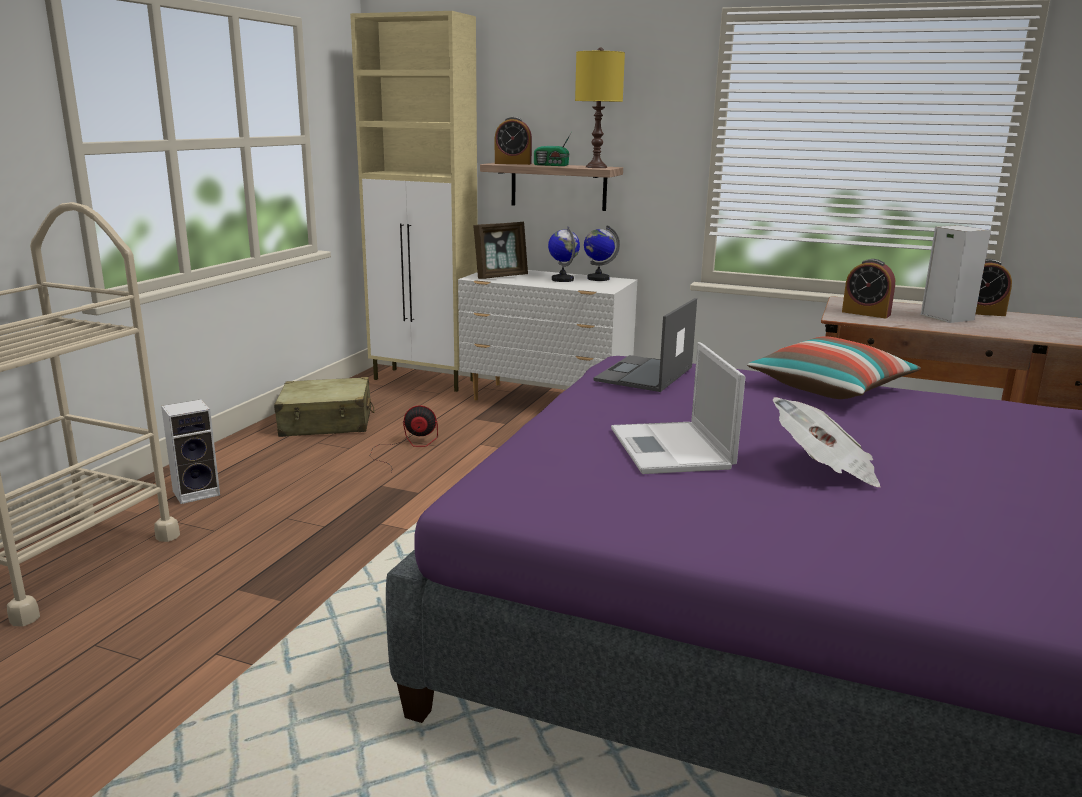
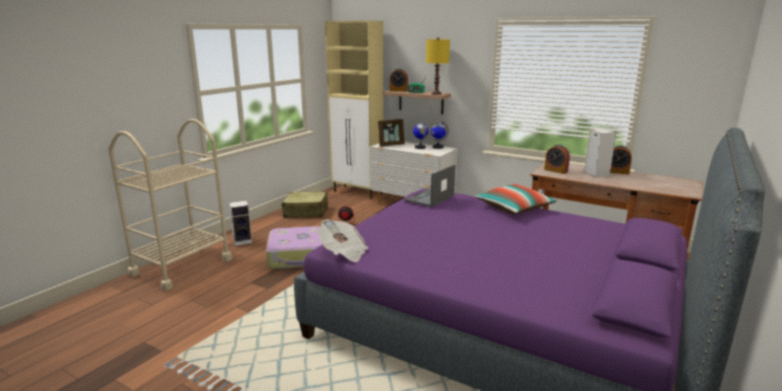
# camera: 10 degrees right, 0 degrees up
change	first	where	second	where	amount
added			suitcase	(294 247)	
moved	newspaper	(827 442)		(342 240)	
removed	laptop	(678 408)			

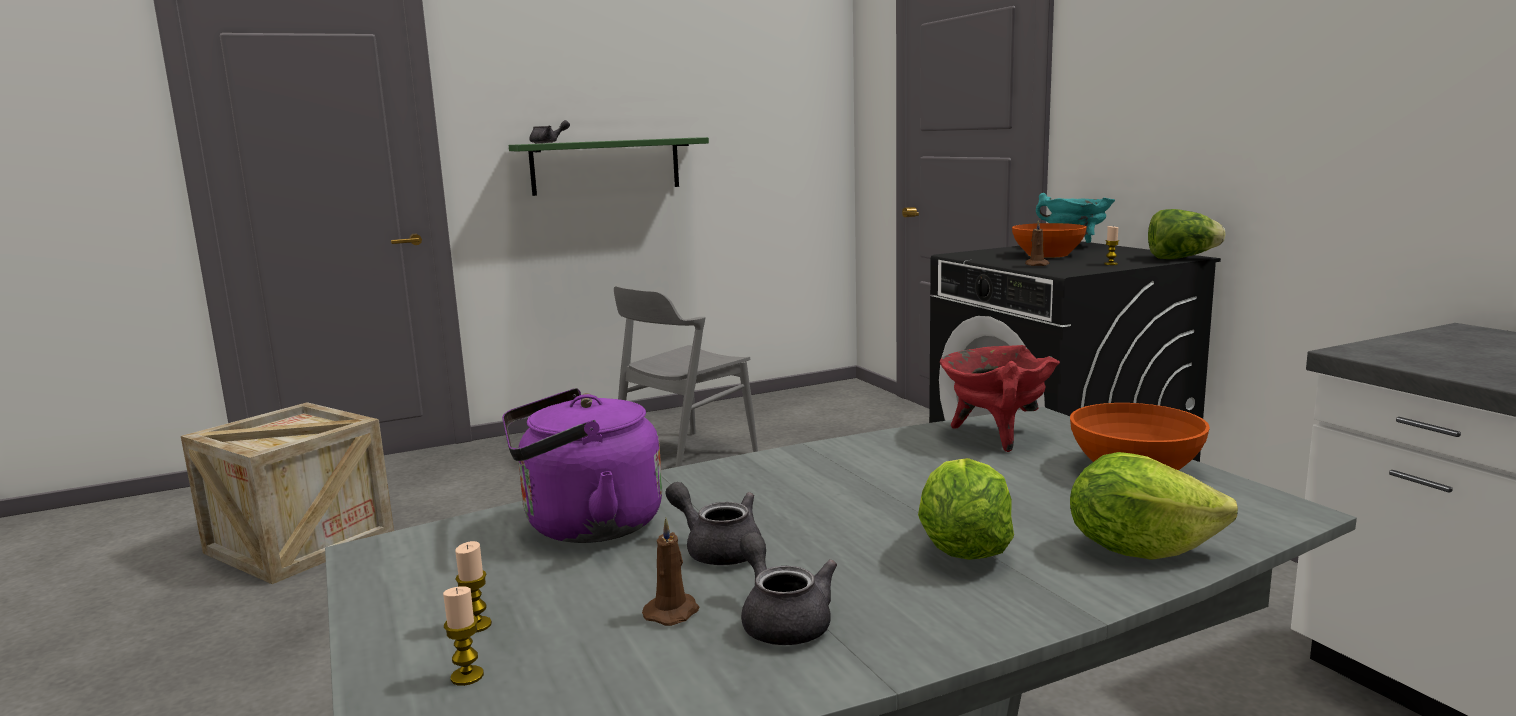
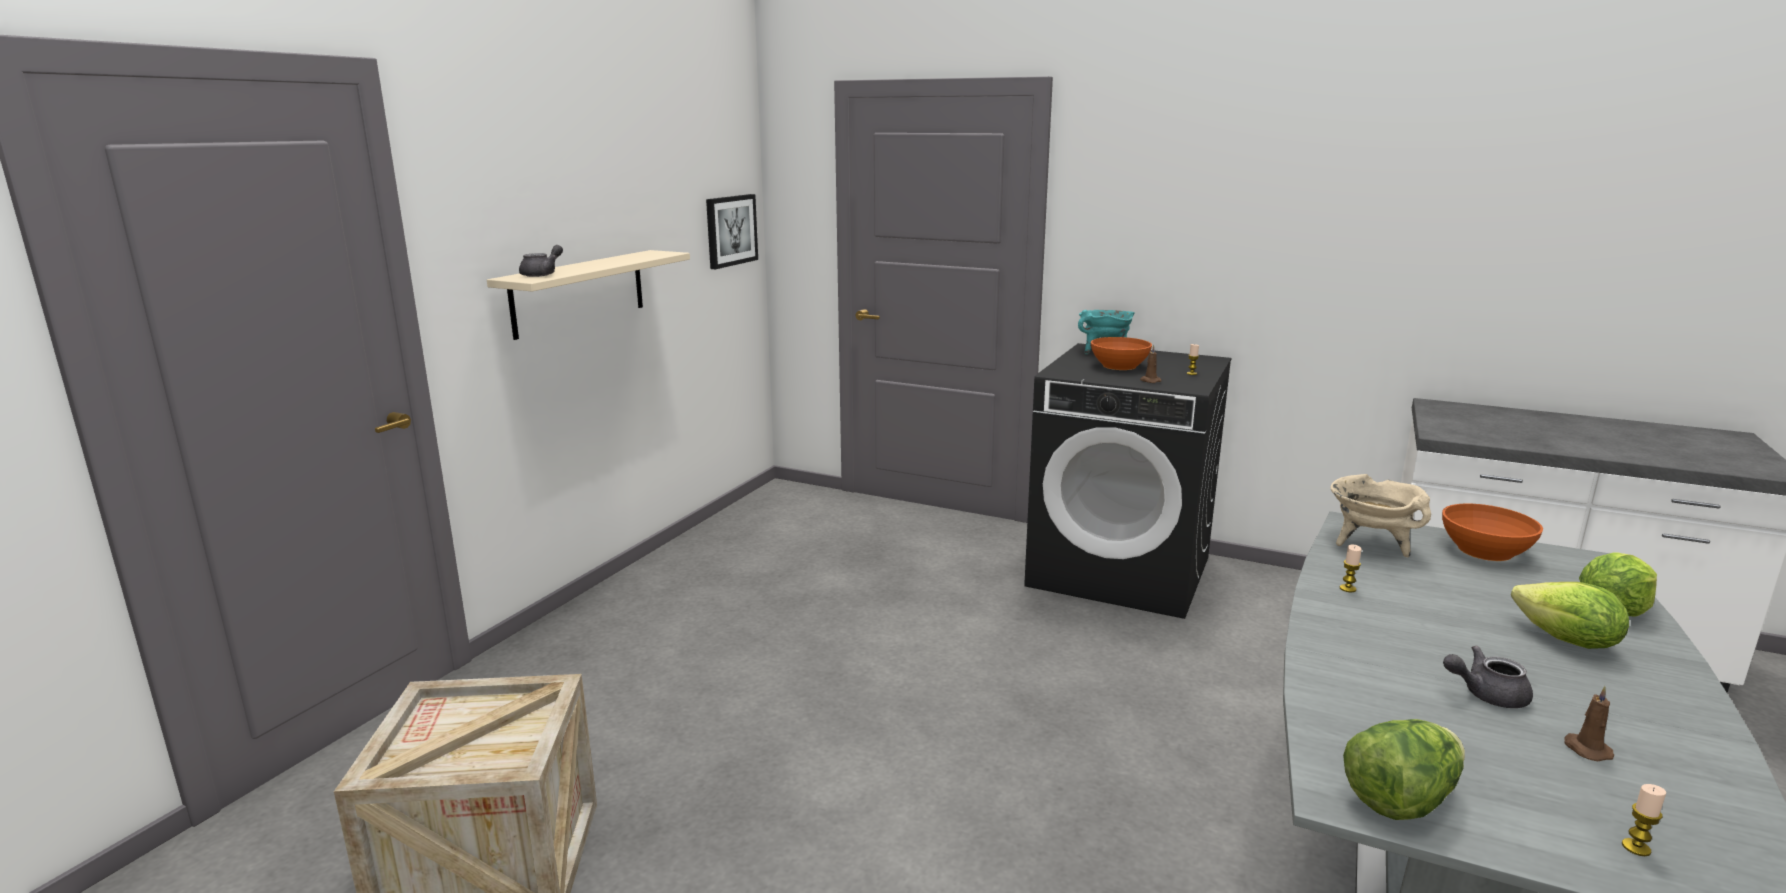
# camera: 40 degrees left, 5 degrees up
change	first	where	second	where	amount
recoloured	shelf (green)	(609 166)	shelf (beige)	(588 295)	
added			picture	(732 231)	
recoloured	cooking pot (red)	(1000 398)	cooking pot (beige)	(1380 515)	
moved	candle	(473 587)		(1351 568)	
moved	lettuce	(1186 234)		(1404 769)	
removed	kettle (purple)	(582 465)			
removed	chair (grey)	(686 376)			
removed	teapot (grey)	(788 588)			

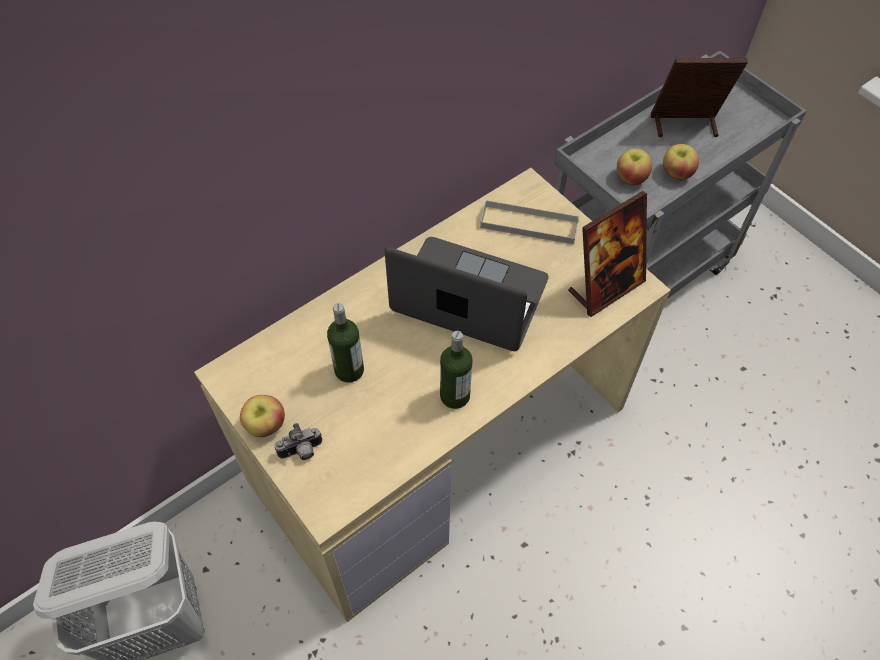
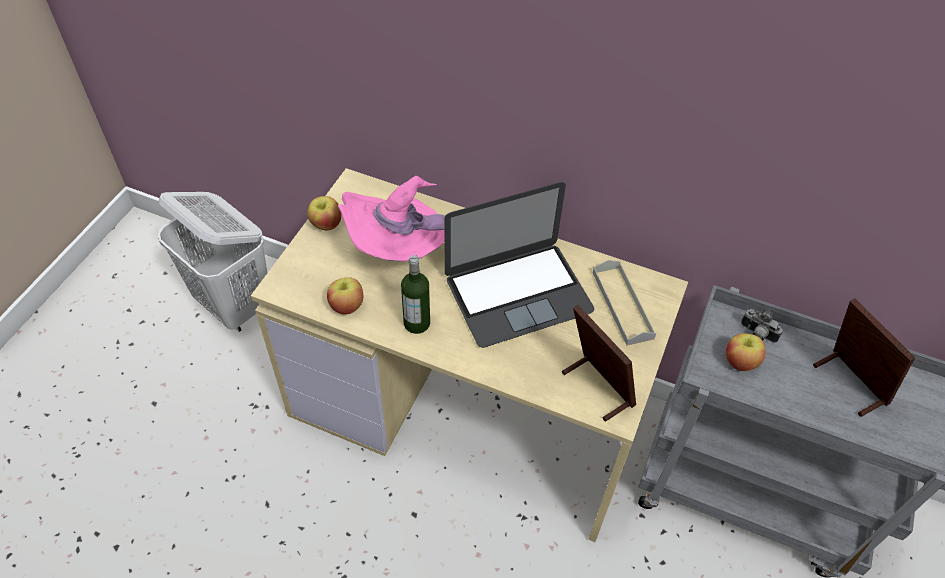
# camera: 60 degrees right, 5 degrees down
change	first	where	second	where	amount
moved	apple	(681 162)		(345 295)	
replaced	bottle	(345 343)	hat (pink)	(391 219)	
turned	laptop	(467 294)		(519 265)	75 degrees clockwise
turned	picture frame	(607 254)		(599 363)	150 degrees counterclockwise
moved	photo camera	(298 441)		(762 326)	

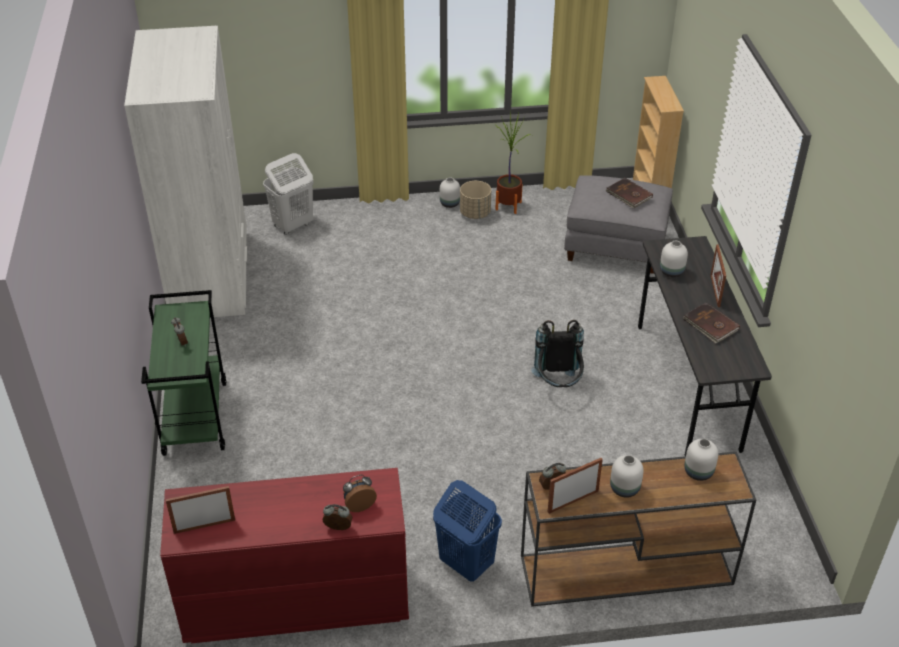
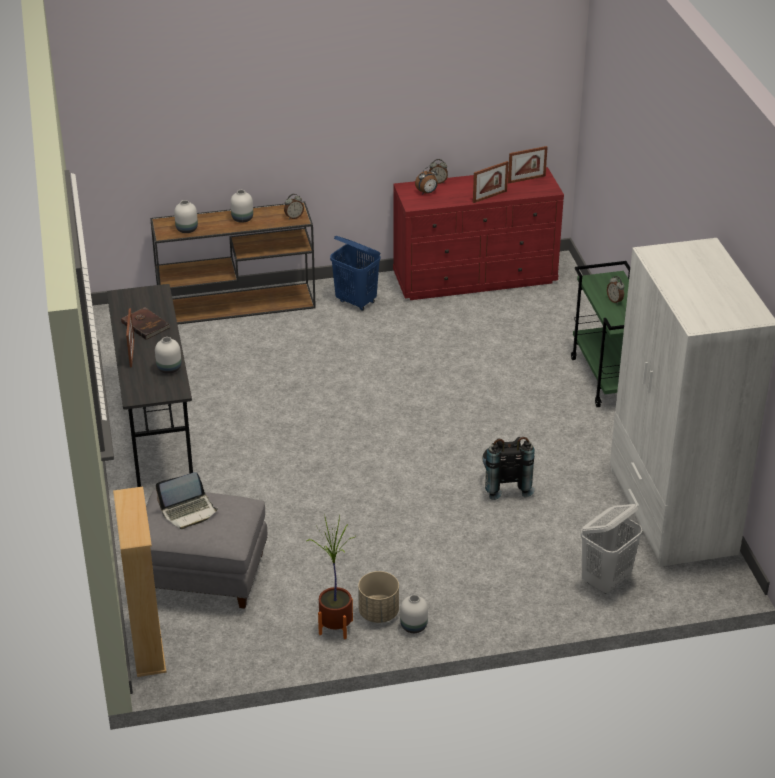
# camera: 175 degrees right, 5 degrees down
change	first	where	second	where	amount
replaced	book (brown)	(629 193)	laptop	(187 500)	
moved	picture frame	(575 486)		(490 182)	
moved	backpack (black)	(557 353)		(509 468)	

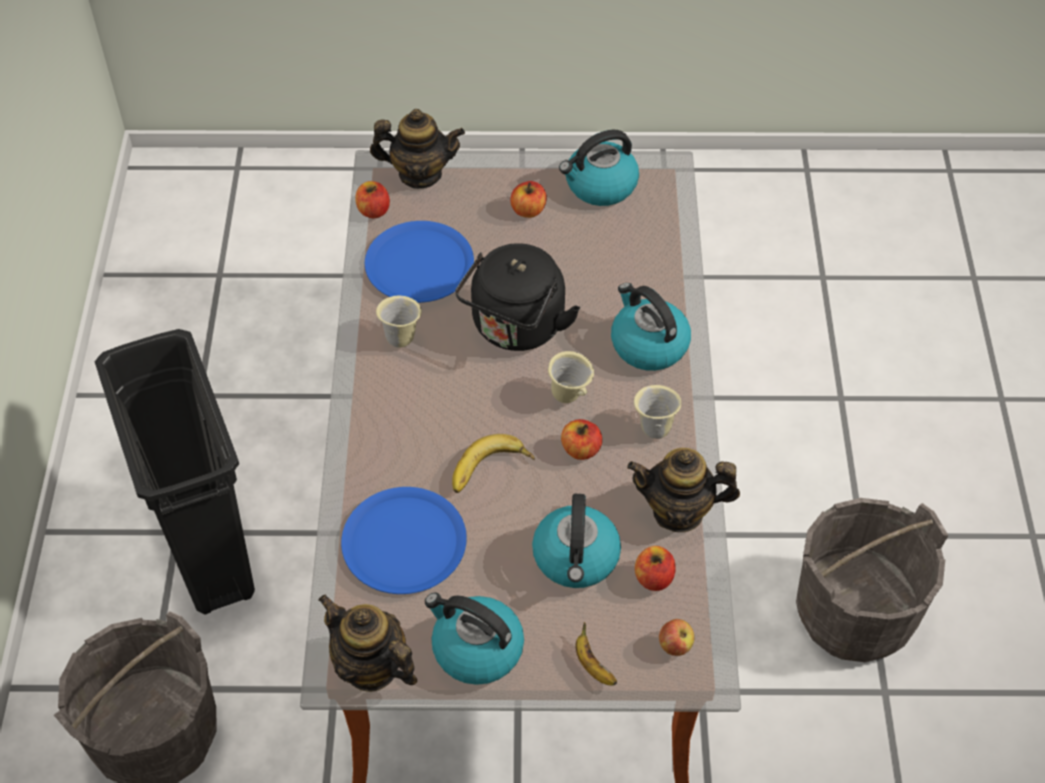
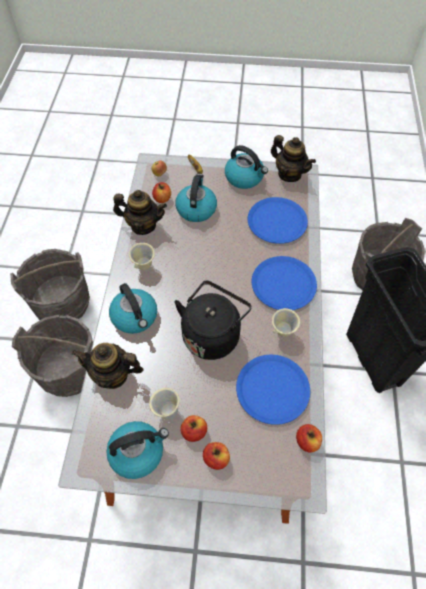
# camera: 175 degrees left, 5 degrees up
change	first	where	second	where	amount
added			bucket (grey)	(52 356)	
moved	teapot	(417 149)		(108 366)	
moved	mug (beige)	(571 377)		(164 404)	
moved	apple	(581 439)		(216 456)	
added			plate (blue)	(284 283)	
removed	banana	(493 463)			

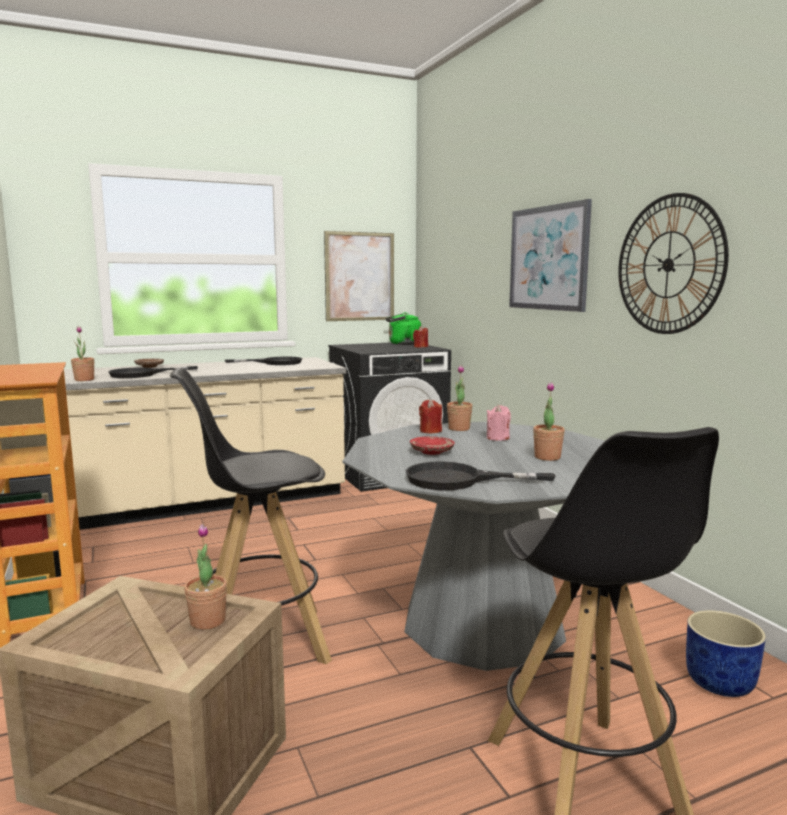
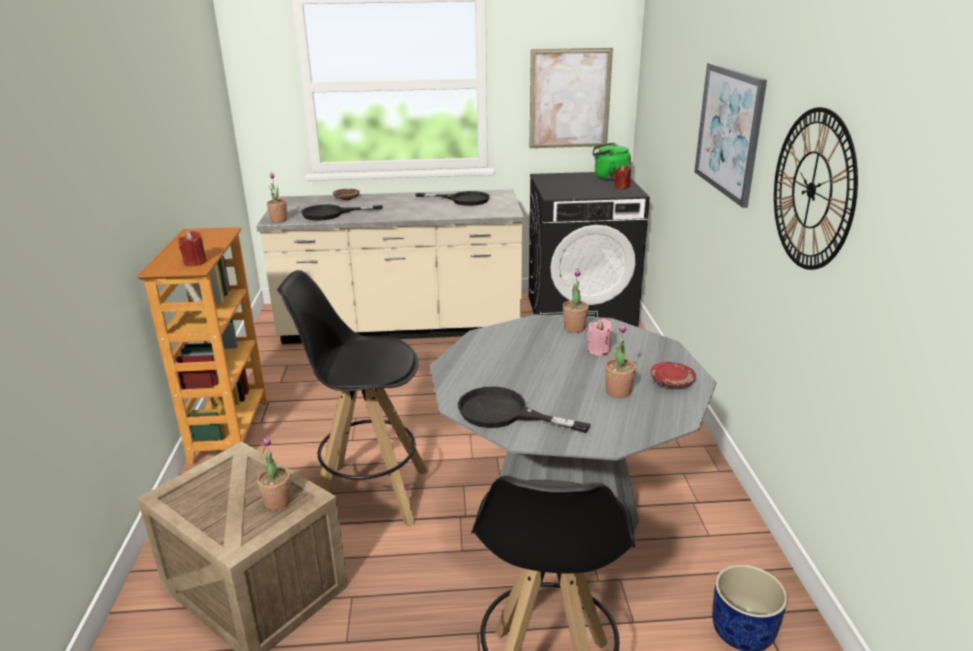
# camera: 20 degrees right, 15 degrees up
change	first	where	second	where	amount
moved	candle (red)	(430 416)		(192 248)	
moved	plate (red)	(432 445)		(673 375)	

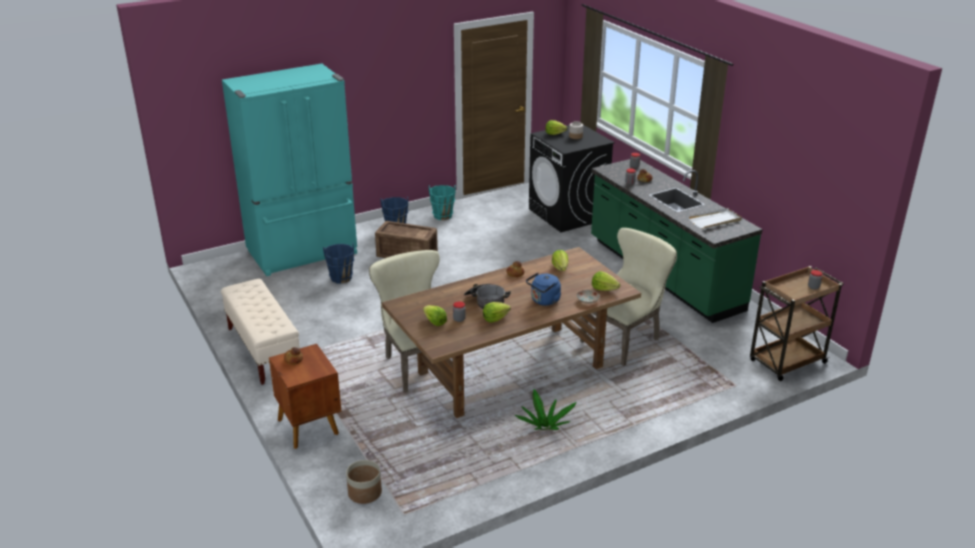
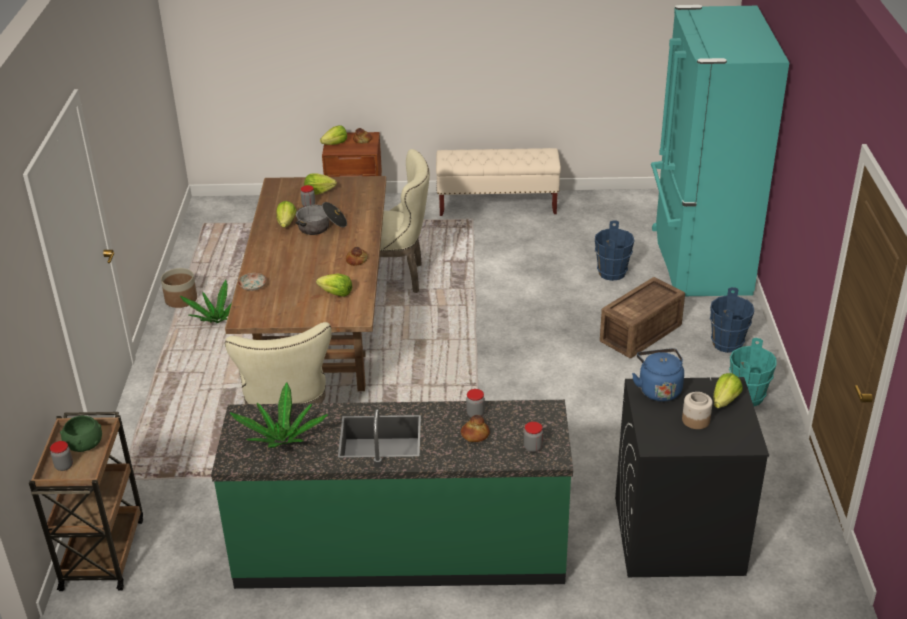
# camera: 120 degrees right, 5 degrees up
change	first	where	second	where	amount
added			bowl (green)	(81 434)	
moved	planter	(364 482)		(179 288)	
replaced	tray (white)	(715 218)	potted plant	(278 415)	
moved	lettuce	(606 281)		(333 135)	
moved	kettle (blue)	(543 289)		(658 374)	

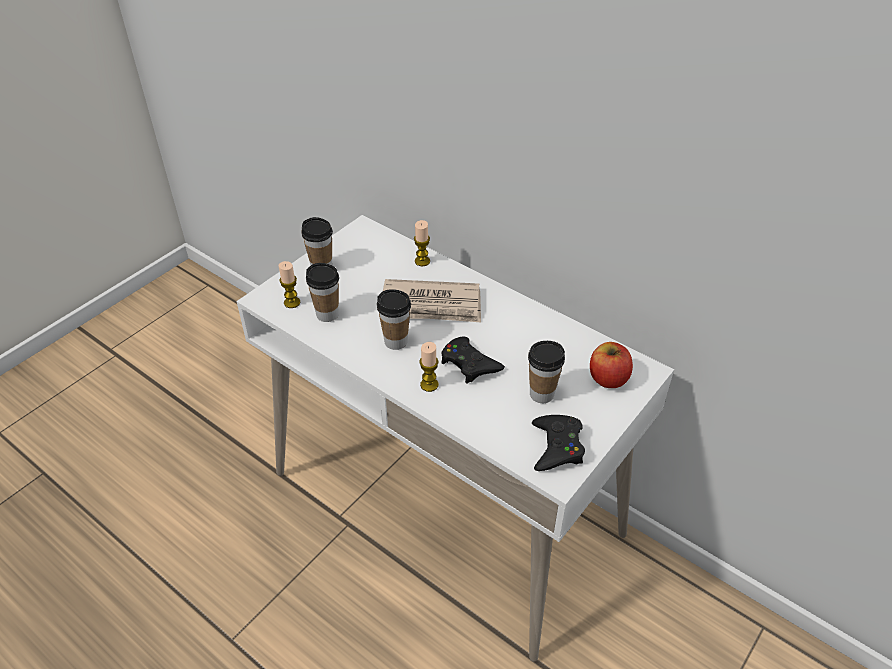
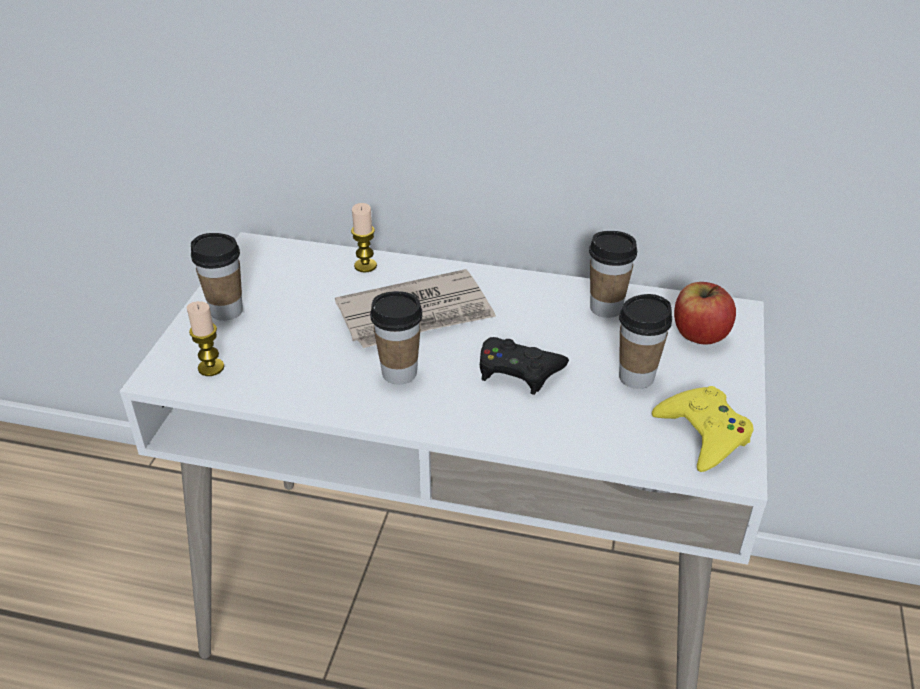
# camera: 25 degrees left, 5 degrees down
change	first	where	second	where	amount
moved	cup	(322 292)		(613 274)	
recoloured	game controller (black)	(558 443)	game controller (yellow)	(703 429)	
removed	candle	(429 367)			

